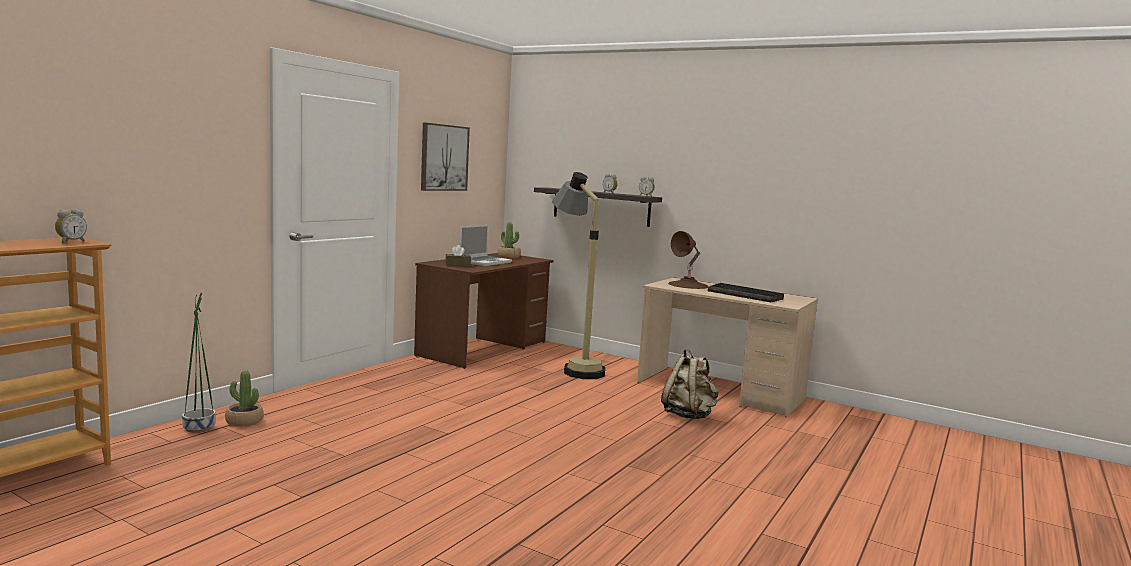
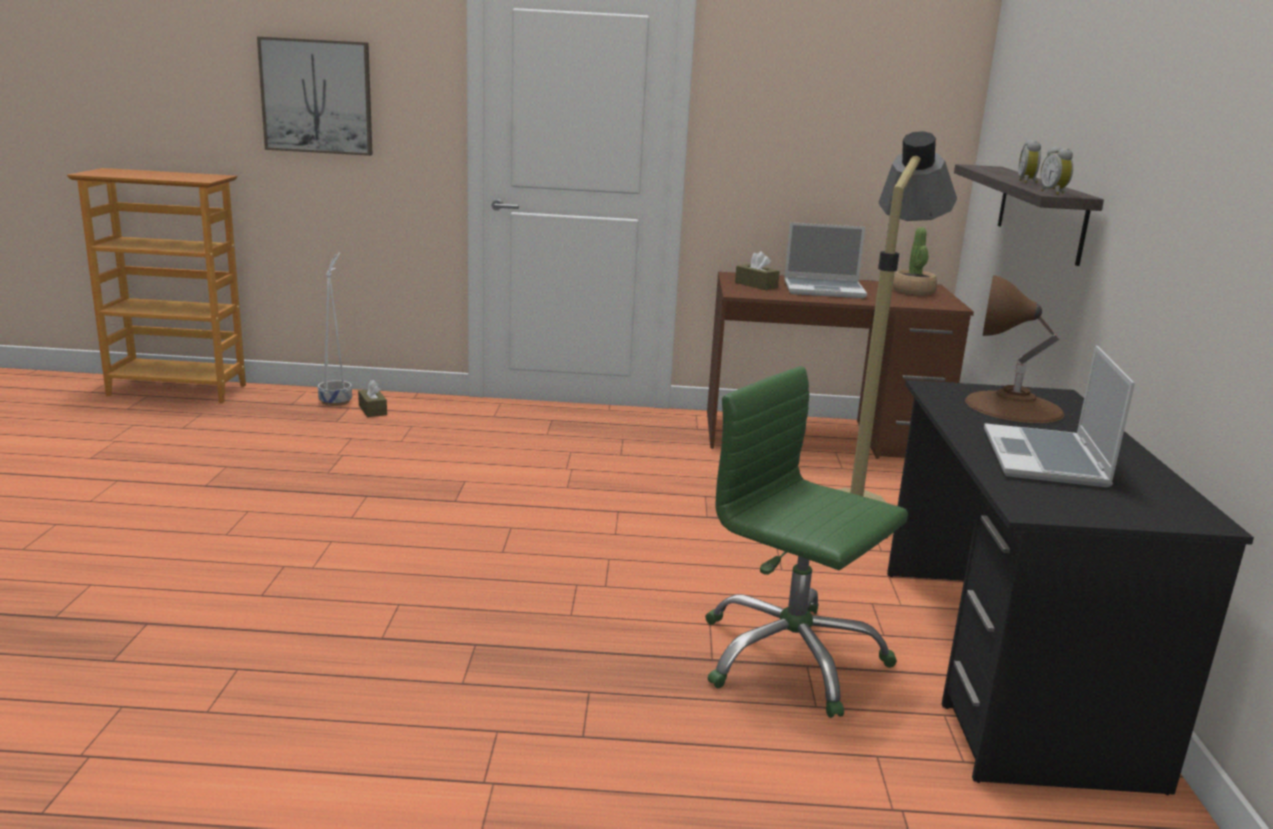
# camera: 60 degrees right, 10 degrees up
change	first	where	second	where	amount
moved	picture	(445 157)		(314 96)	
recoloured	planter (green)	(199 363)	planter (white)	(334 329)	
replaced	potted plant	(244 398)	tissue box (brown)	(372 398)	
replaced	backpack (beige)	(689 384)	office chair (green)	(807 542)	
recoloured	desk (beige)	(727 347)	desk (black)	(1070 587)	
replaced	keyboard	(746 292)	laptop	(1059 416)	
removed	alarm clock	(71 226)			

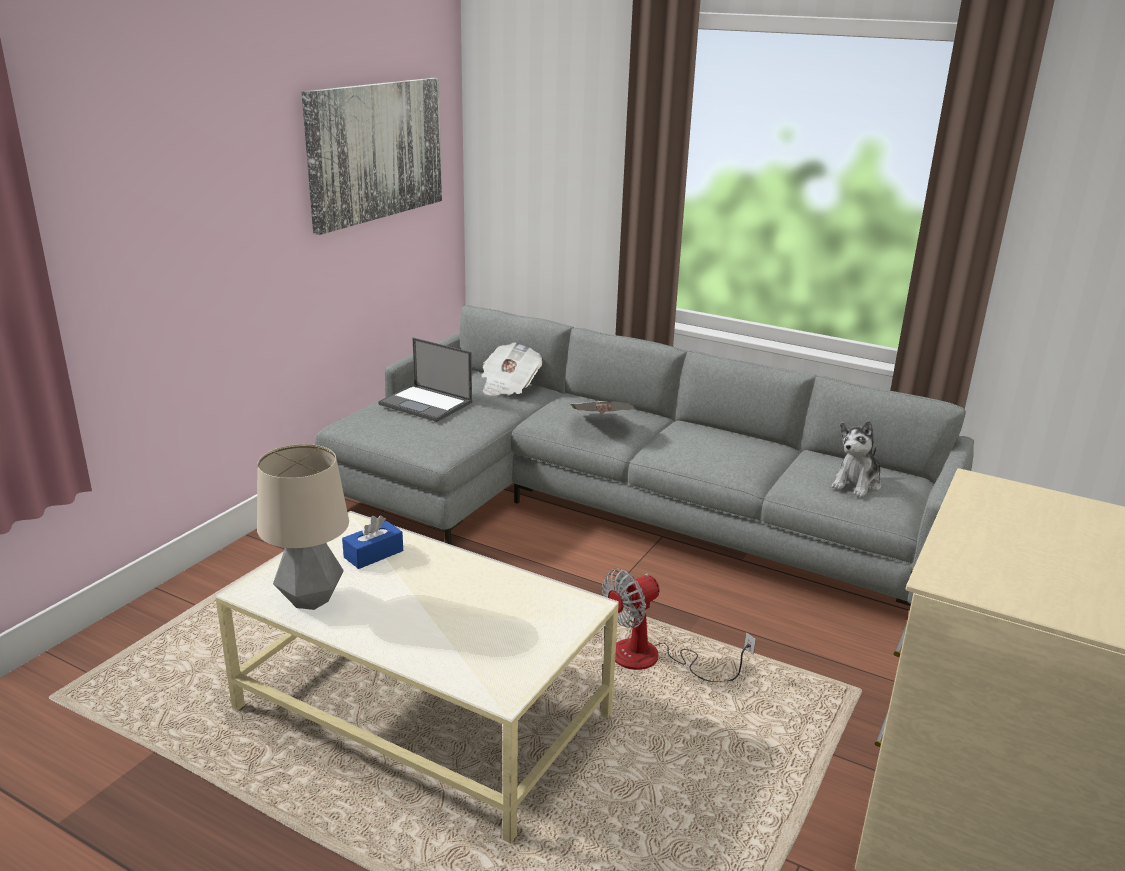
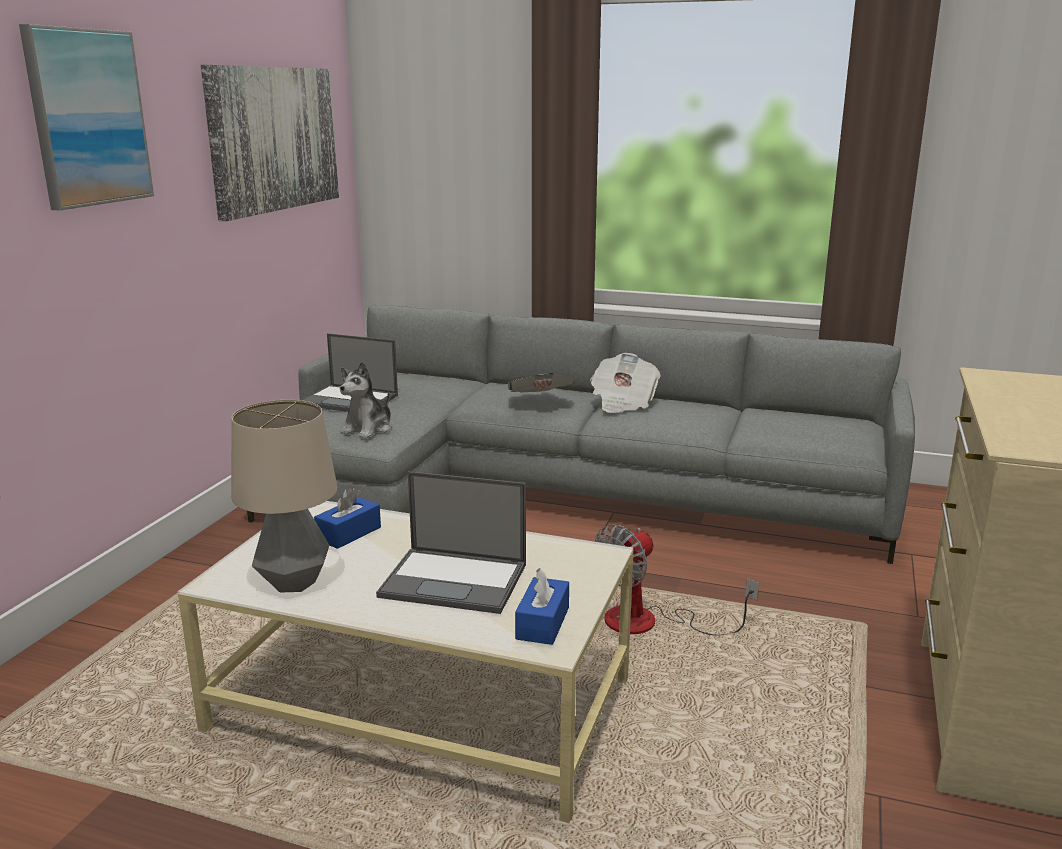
# camera: 10 degrees left, 5 degrees down
change	first	where	second	where	amount
added			picture	(86 117)	
moved	plush toy	(856 459)		(366 400)	
added			laptop	(451 542)	
added			tissue box (blue)	(542 606)	
moved	newspaper	(512 369)		(625 383)	

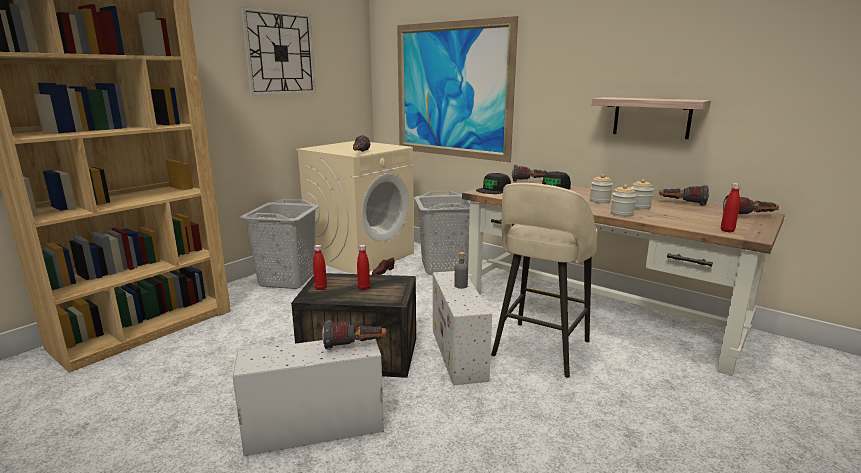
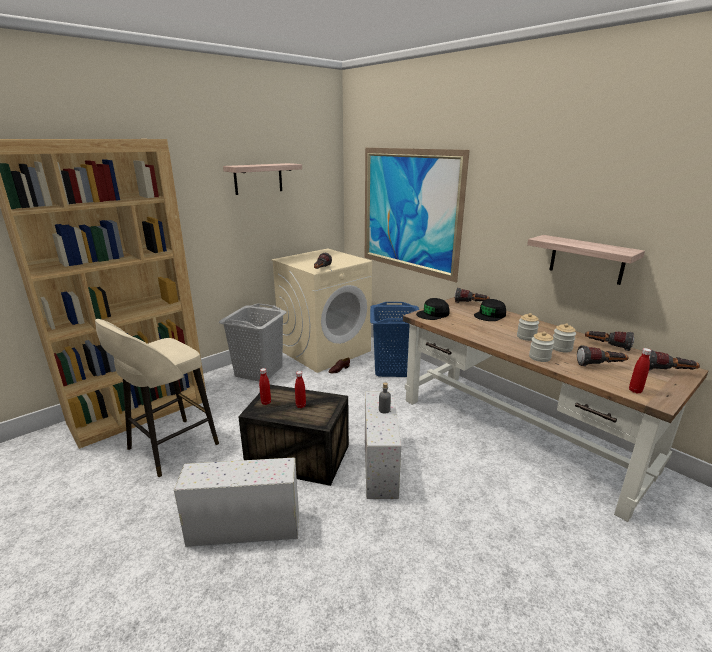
# camera: 10 degrees right, 5 degrees up
change	first	where	second	where	amount
moved	stool (beige)	(544 280)		(157 398)	
replaced	wall clock	(278 51)	shelf	(262 179)	
recoloured	laundry basket (grey)	(442 233)	laundry basket (blue)	(394 339)	
moved	flashlight	(354 335)		(602 355)	

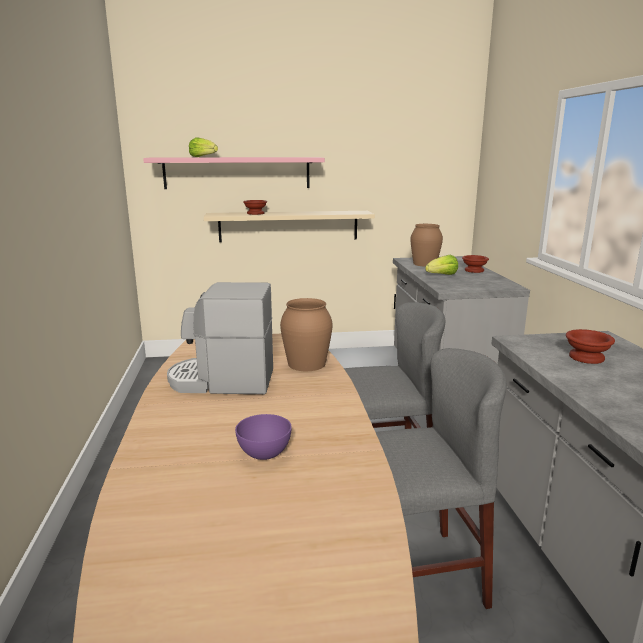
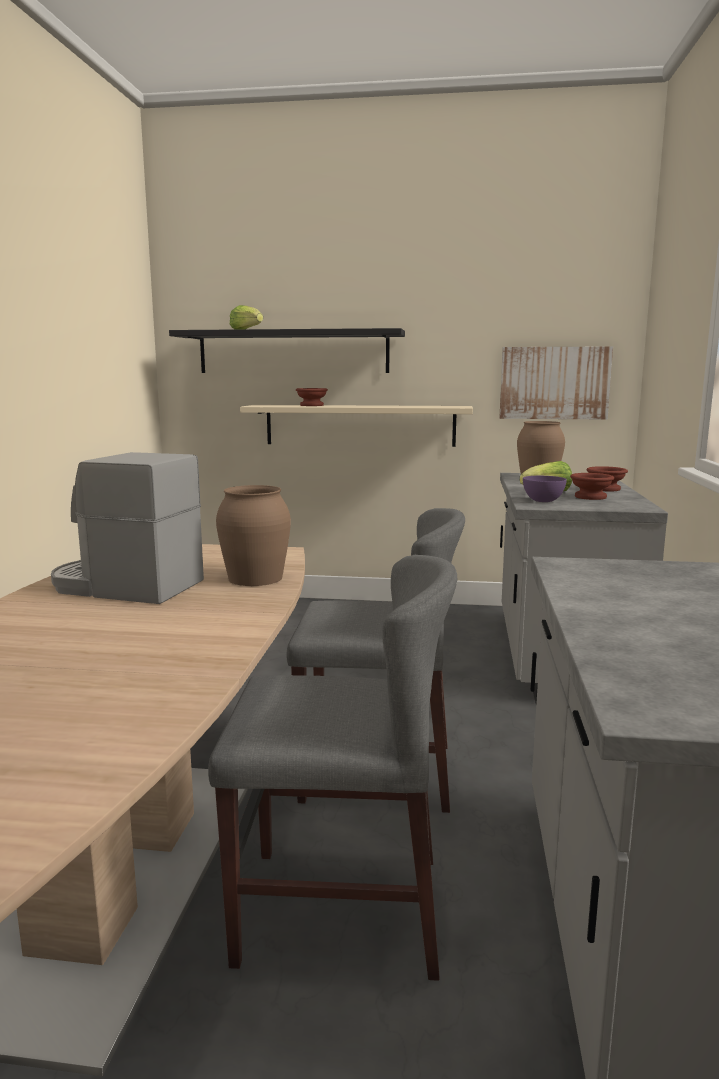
# camera: 15 degrees right, 5 degrees down
change	first	where	second	where	amount
recoloured	shelf (pink)	(234 173)	shelf (black)	(287 350)	
added			picture	(556 383)	
moved	bowl (purple)	(263 437)		(545 489)	
moved	bowl (brown)	(590 346)		(592 486)	

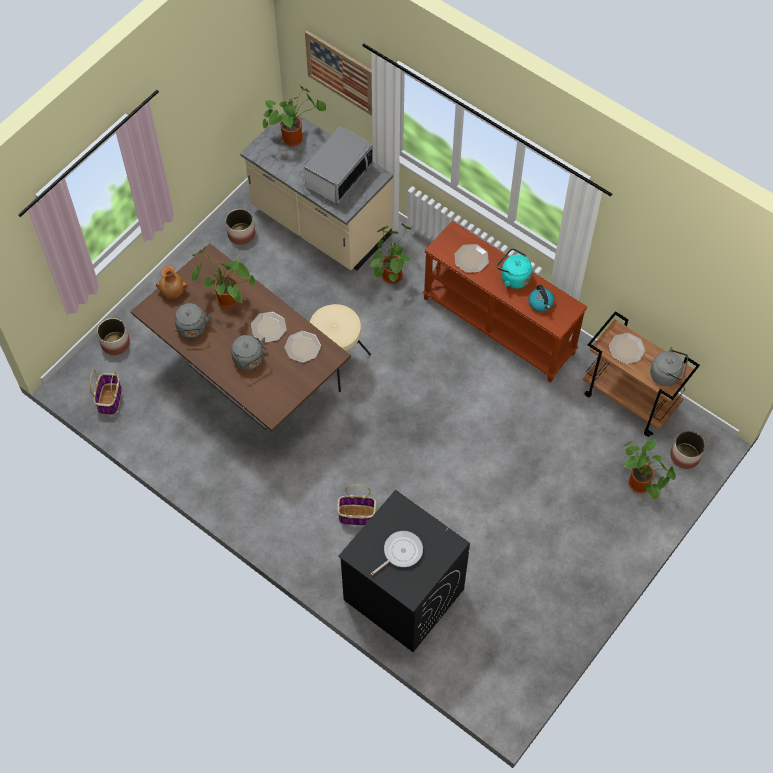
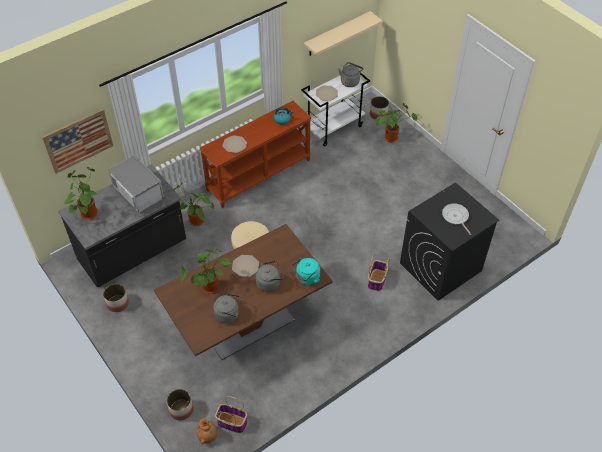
# camera: 75 degrees left, 10 degrees down
change	first	where	second	where	amount
recoloured	counter (beige)	(316 191)	counter (black)	(122 225)	
moved	vase (brown)	(172 282)		(207 431)	
moved	kettle (turquoise)	(514 268)		(305 271)	
recoloured	cart (brown)	(641 374)	cart (white)	(335 105)	
added			shelf (beige)	(343 33)	
removed	plate	(302 347)			

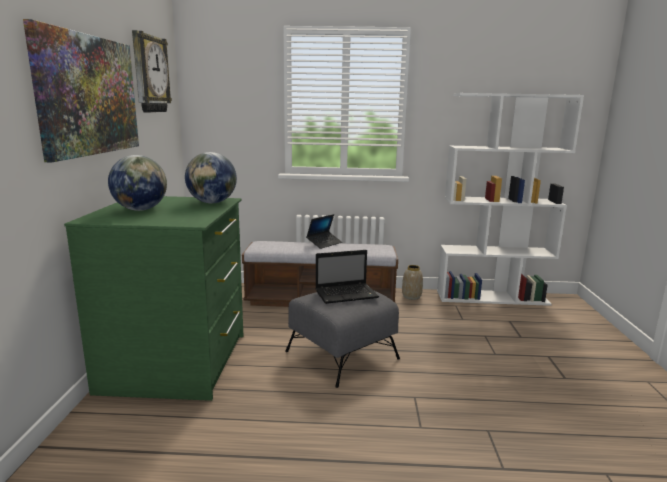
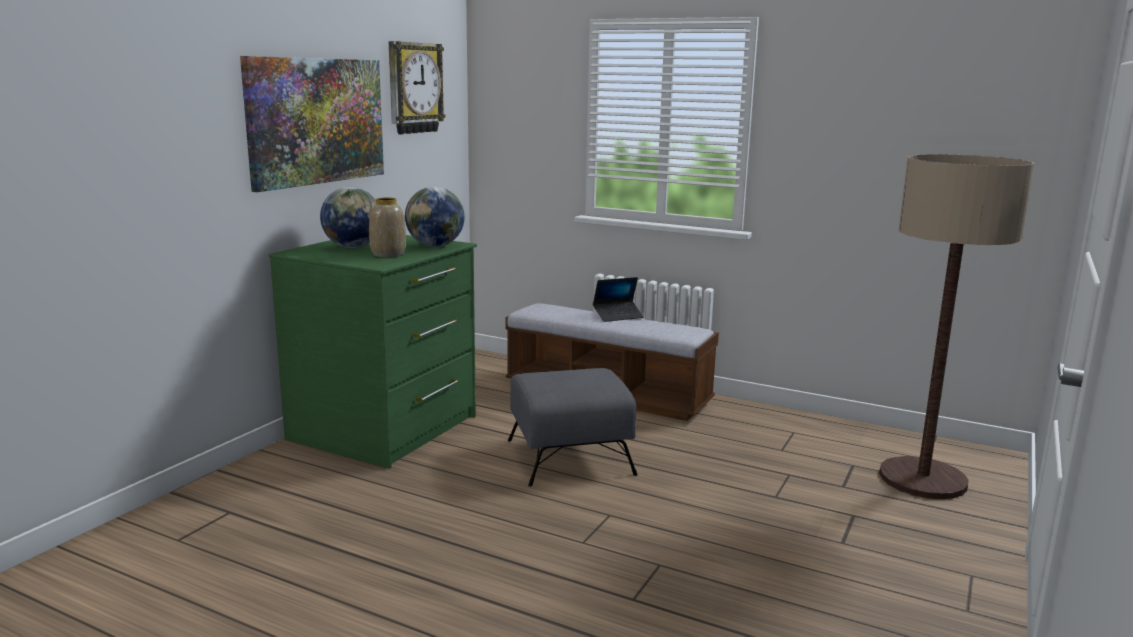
# camera: 25 degrees right, 0 degrees up
change	first	where	second	where	amount
moved	vase	(412 282)		(387 228)	
added			floor lamp	(956 326)	
removed	laptop	(347 277)			
removed	bookcase (white)	(510 199)			

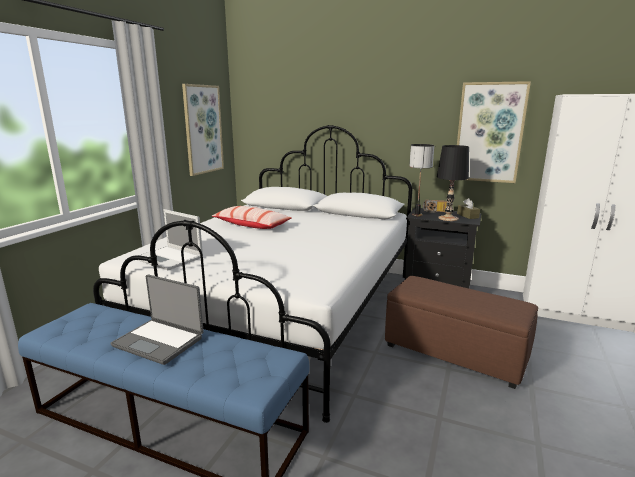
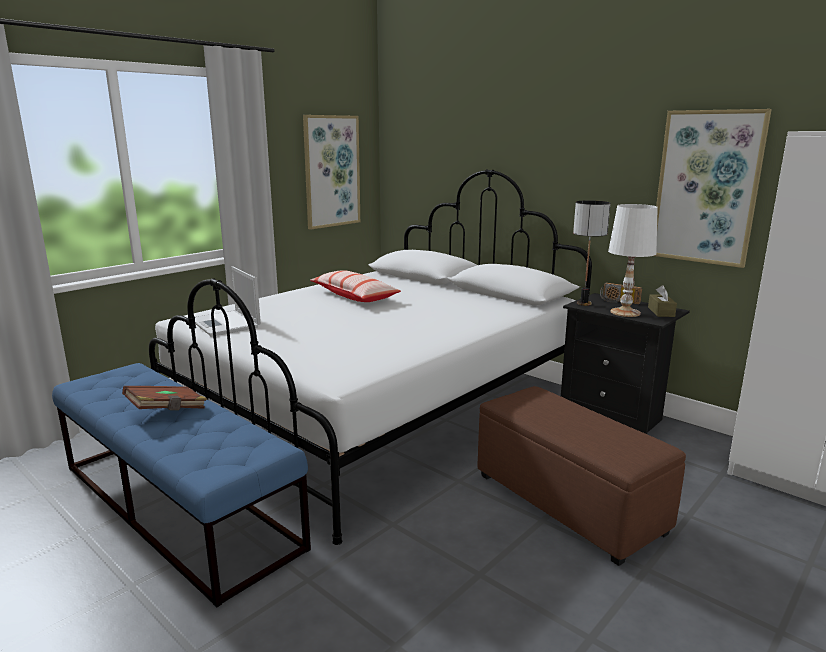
# camera: 20 degrees right, 0 degrees up
change	first	where	second	where	amount
replaced	laptop	(157 319)	book (brown)	(164 398)	
recoloured	table lamp (black)	(453 183)	table lamp (white)	(633 260)	

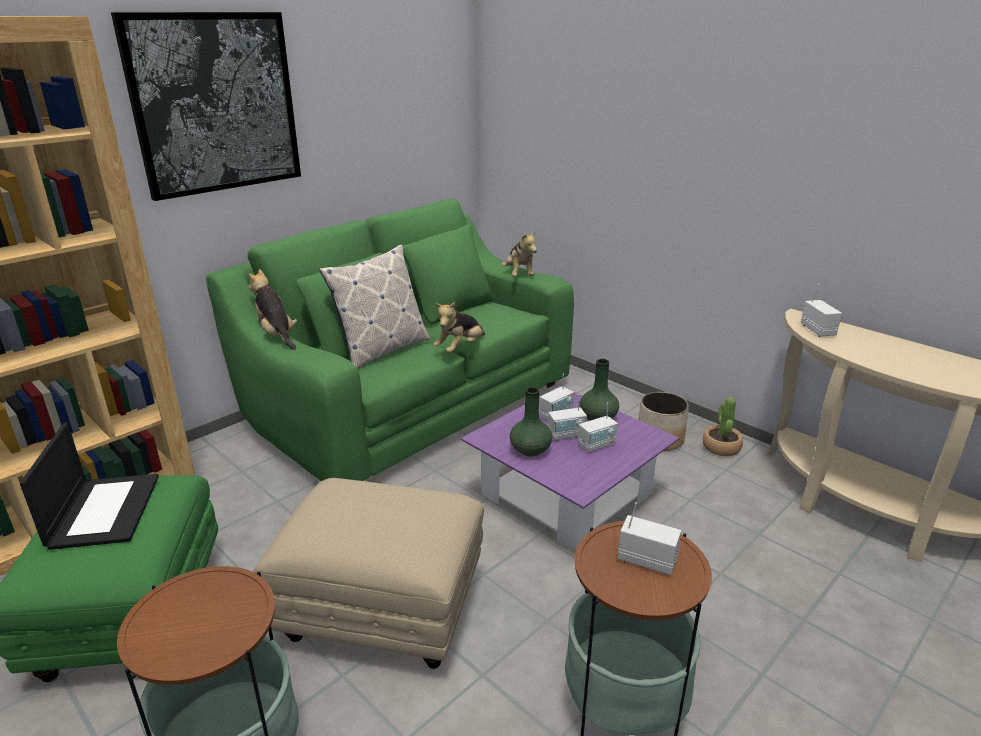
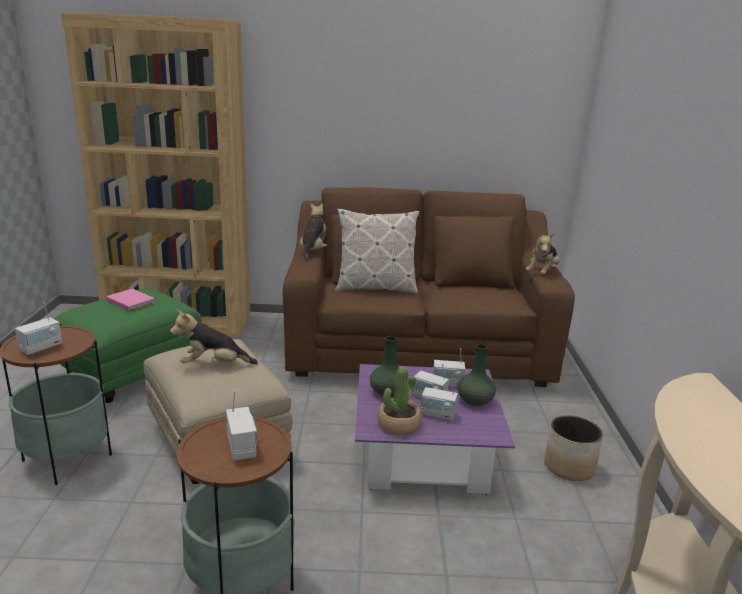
# camera: 45 degrees right, 5 degrees down
change	first	where	second	where	amount
moved	radio	(821 310)		(39 328)	
replaced	laptop	(89 486)	book (pink)	(130 300)	
moved	plush toy	(459 327)		(214 337)	
recoloured	sofa (green)	(390 340)	sofa (brown)	(429 287)	
moved	potted plant	(723 426)		(399 400)	
removed	picture	(206 106)			

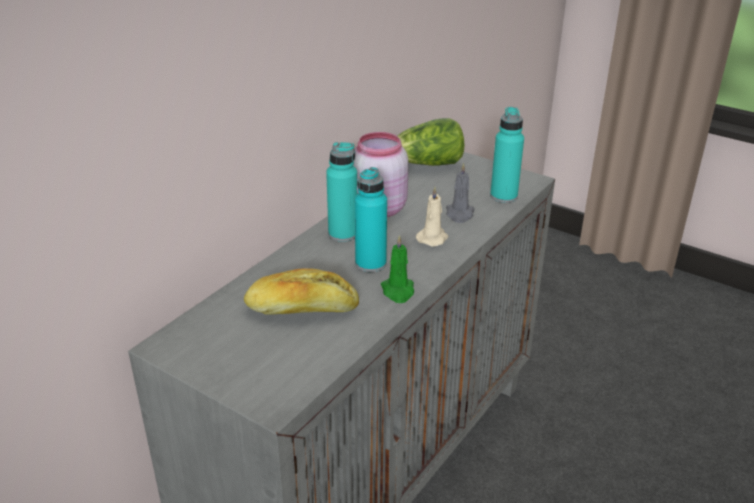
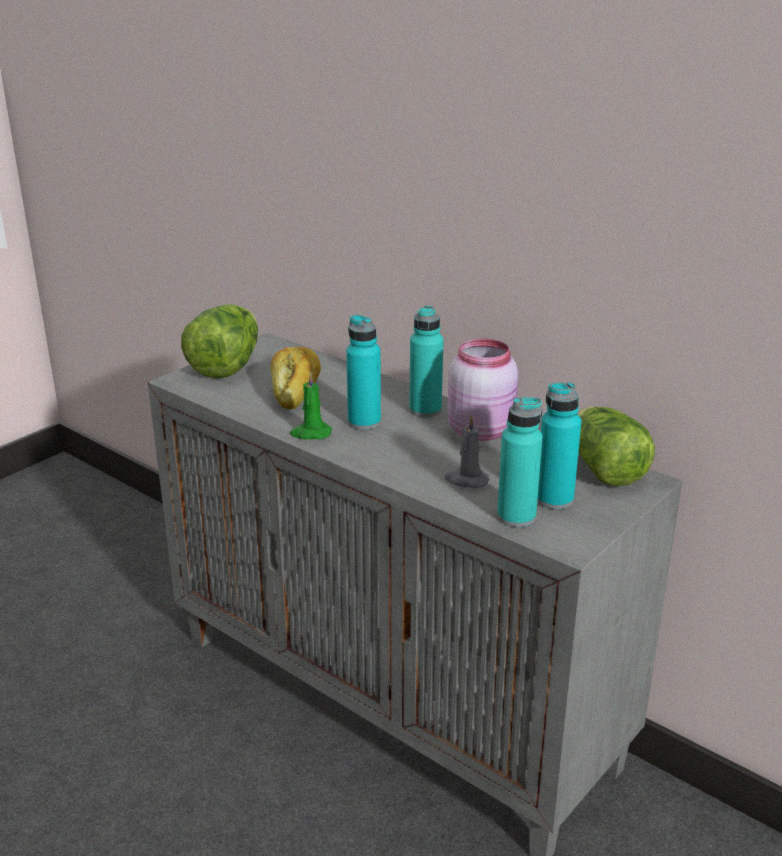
# camera: 95 degrees right, 5 degrees down
change	first	where	second	where	amount
added			lettuce	(219 341)	
added			bottle (turquoise)	(559 445)	
removed	candle (beige)	(432 217)			

